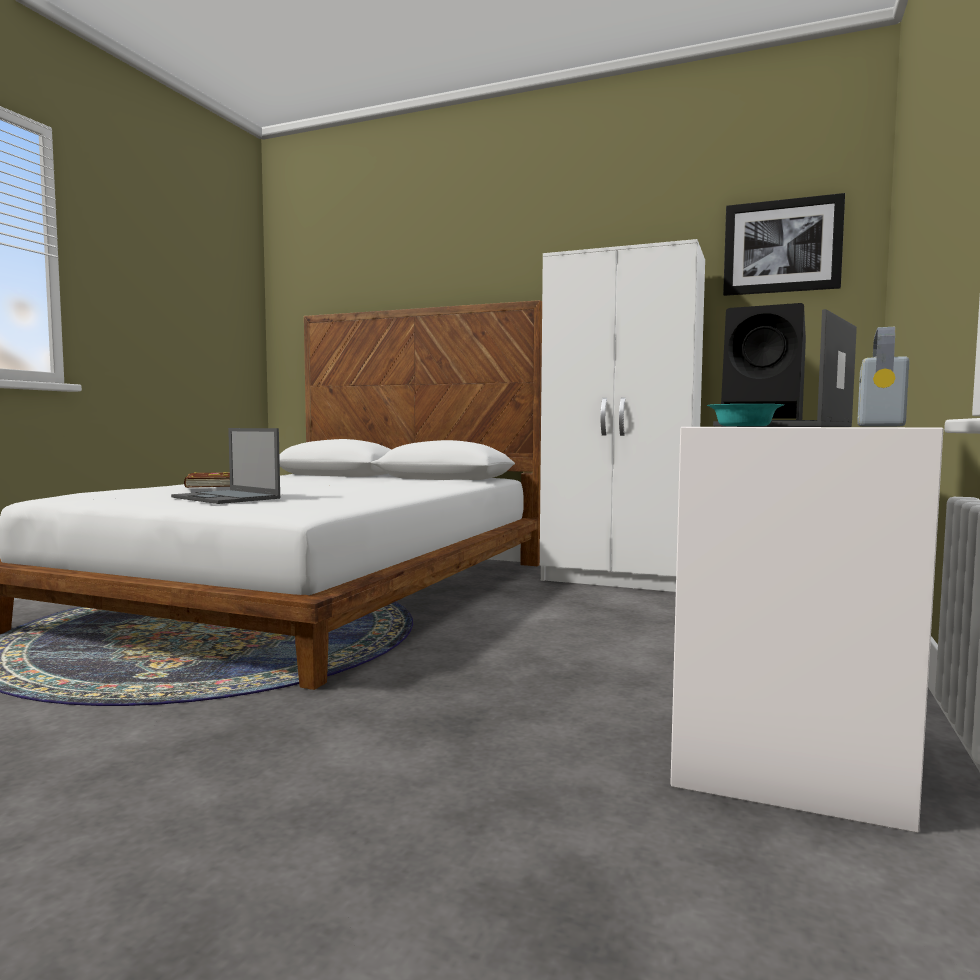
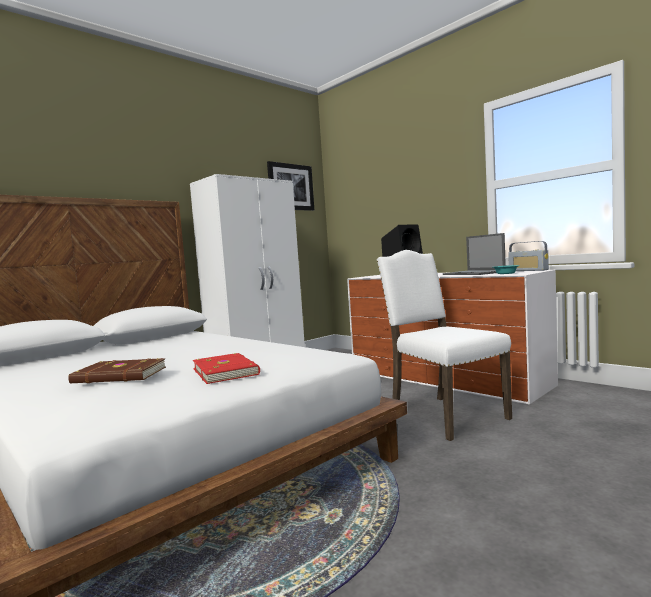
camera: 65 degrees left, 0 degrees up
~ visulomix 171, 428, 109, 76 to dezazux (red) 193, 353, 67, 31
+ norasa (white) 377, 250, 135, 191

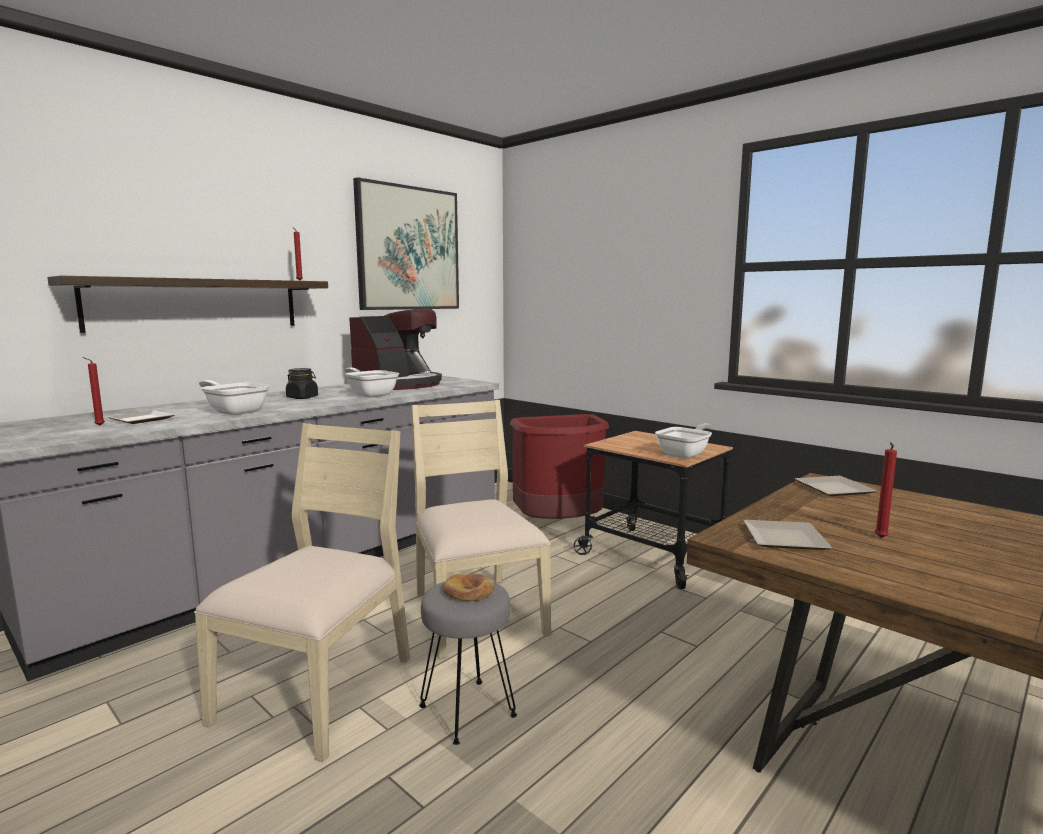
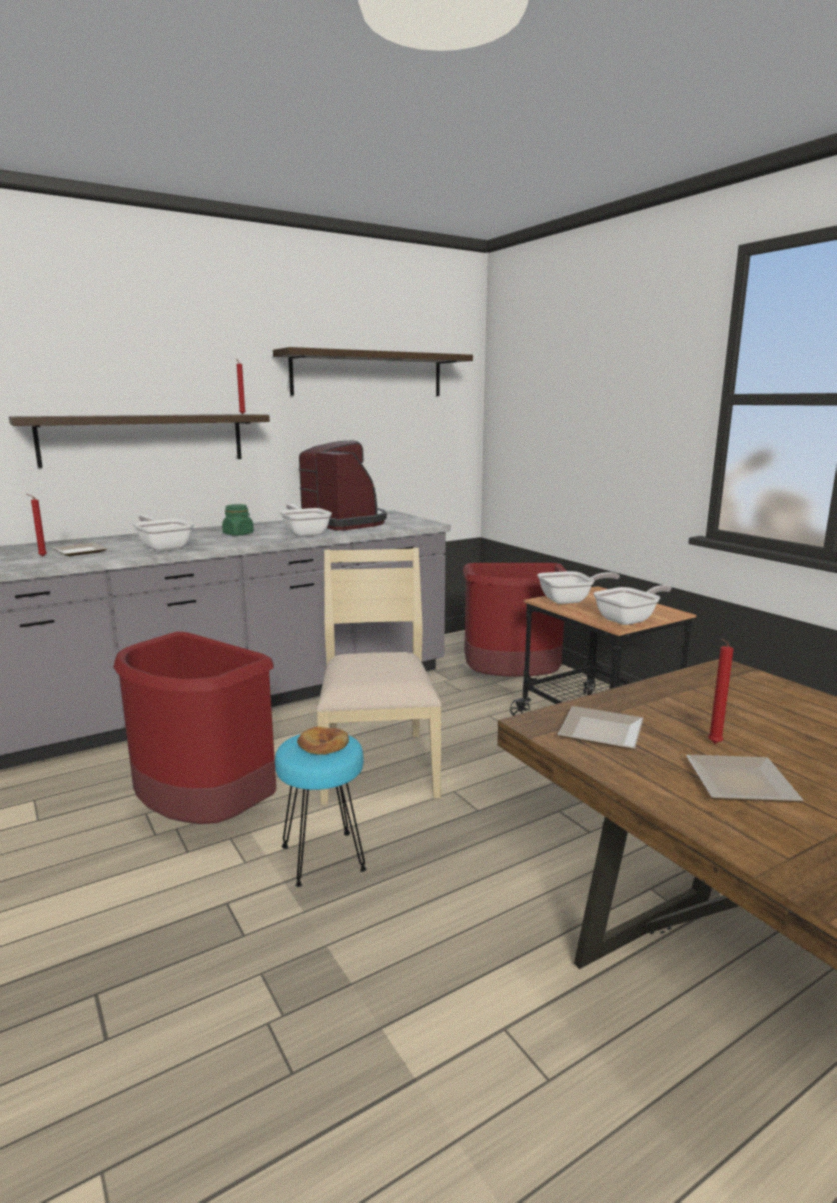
camera: 15 degrees right, 5 degrees up
~ norasa (beige) 194, 423, 216, 339 to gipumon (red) 113, 632, 163, 192
~ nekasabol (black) 286, 368, 32, 31 to nekasabol (green) 222, 504, 32, 32
~ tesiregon 349, 309, 93, 81 = 299, 441, 88, 90 90 degrees counterclockwise
~ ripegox 353, 177, 106, 133 to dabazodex 273, 347, 200, 49
~ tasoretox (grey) 419, 582, 98, 163 to tasoretox (turquoise) 275, 734, 92, 153
~ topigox 795, 476, 82, 20 to 686, 755, 118, 47
+ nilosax 537, 571, 83, 33

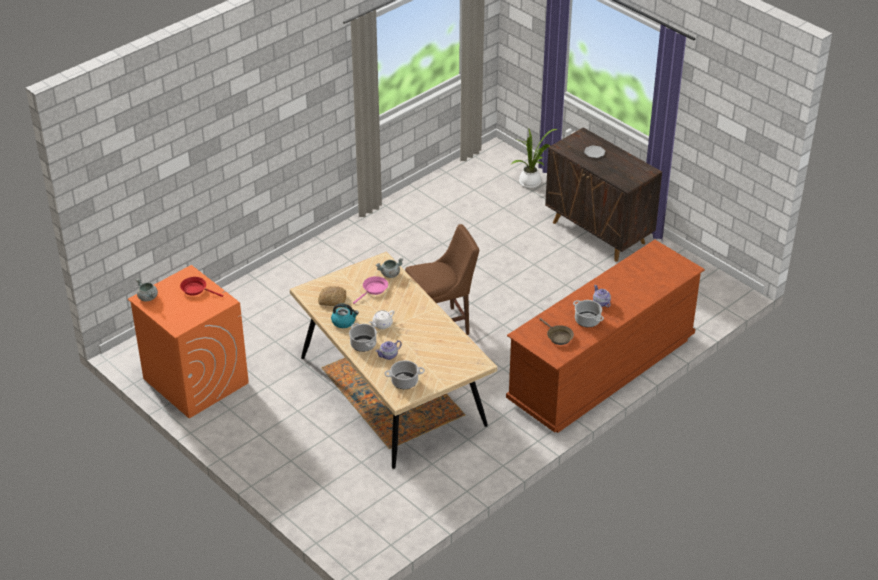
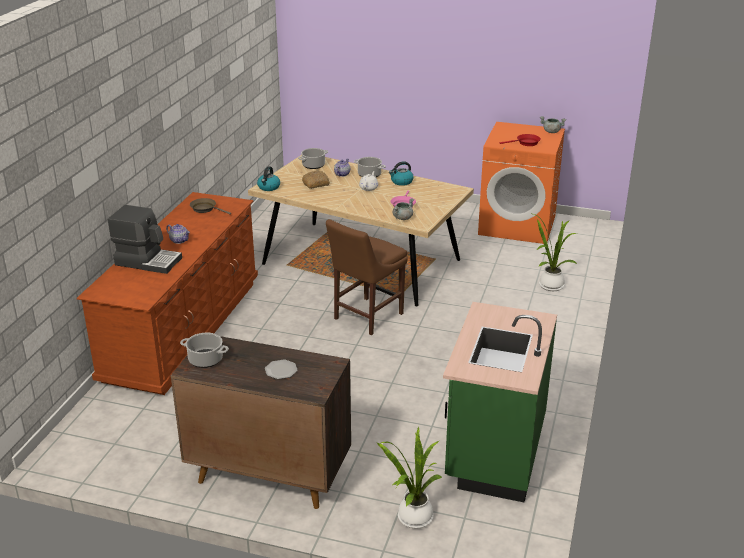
camera: 150 degrees right, 10 degrees down
~ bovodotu 318, 286, 28, 20 to 302, 171, 28, 18
~ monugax 573, 300, 31, 27 to 180, 333, 49, 35
+ tesiregon 108, 205, 74, 69
+ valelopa 257, 166, 23, 25
+ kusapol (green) 443, 302, 114, 200
+ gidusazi 530, 213, 47, 78

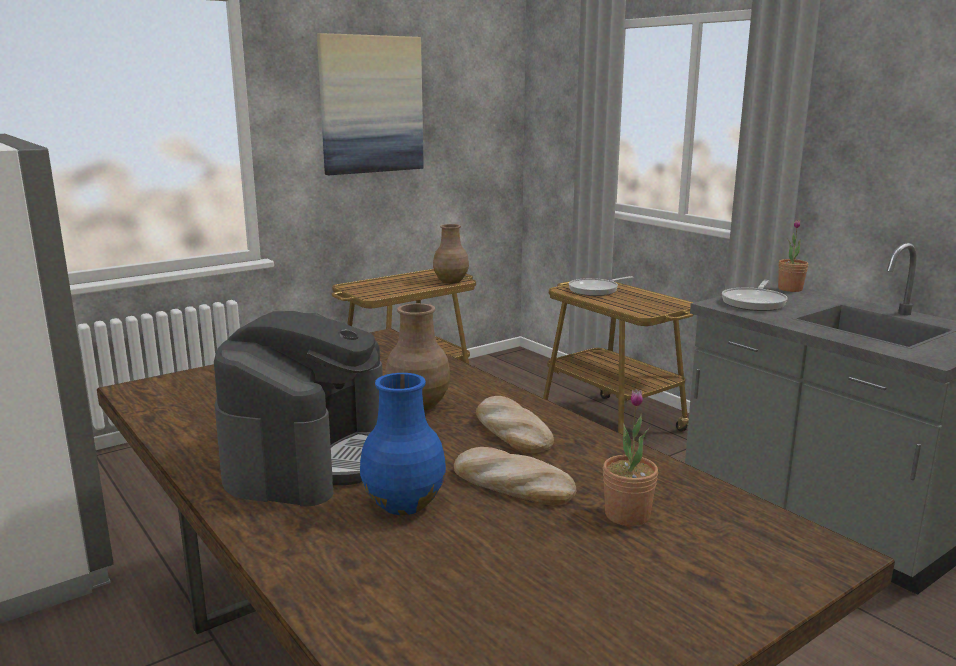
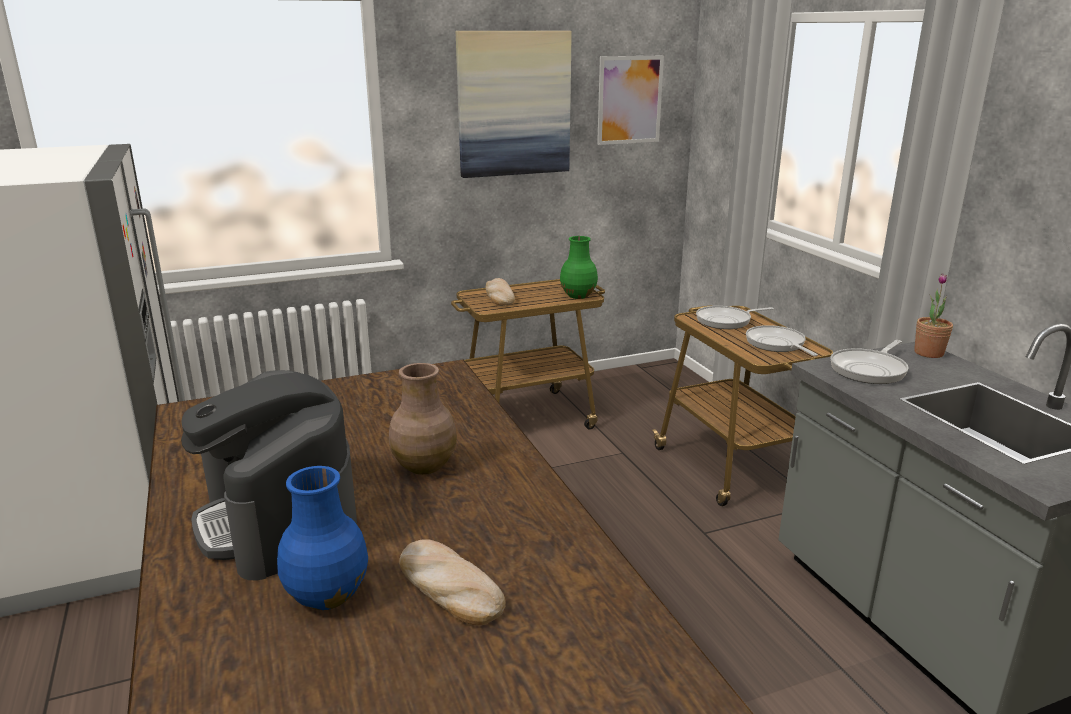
camera: 15 degrees right, 5 degrees up
~ tesiregon 214, 311, 169, 196 = 181, 370, 176, 210 120 degrees clockwise
~ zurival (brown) 433, 224, 36, 60 to zurival (green) 560, 236, 38, 63
~ bovodotu 476, 396, 78, 57 to 486, 278, 29, 27
- gidusazi 603, 389, 55, 137
+ ripegox 597, 56, 67, 89
+ nilosax 746, 325, 72, 31

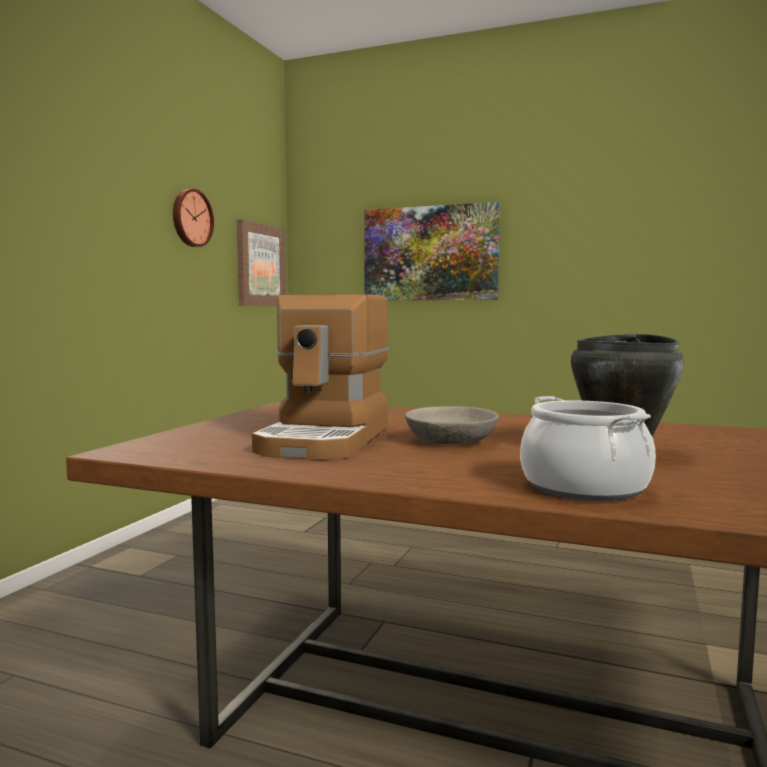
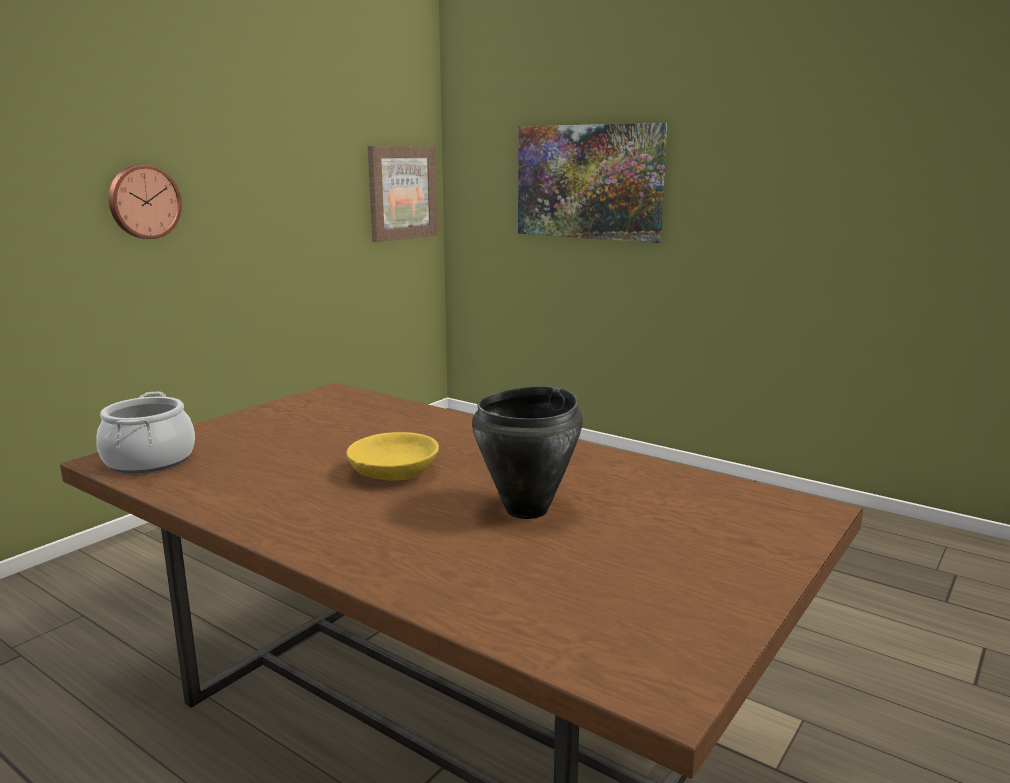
camera: 15 degrees right, 10 degrees up
~ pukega 173, 189, 41, 58 to 109, 165, 73, 74
- tesiregon 252, 294, 137, 166
~ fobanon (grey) 405, 406, 94, 38 to fobanon (yellow) 346, 432, 93, 49
~ monugax 520, 396, 136, 105 to 96, 392, 99, 81

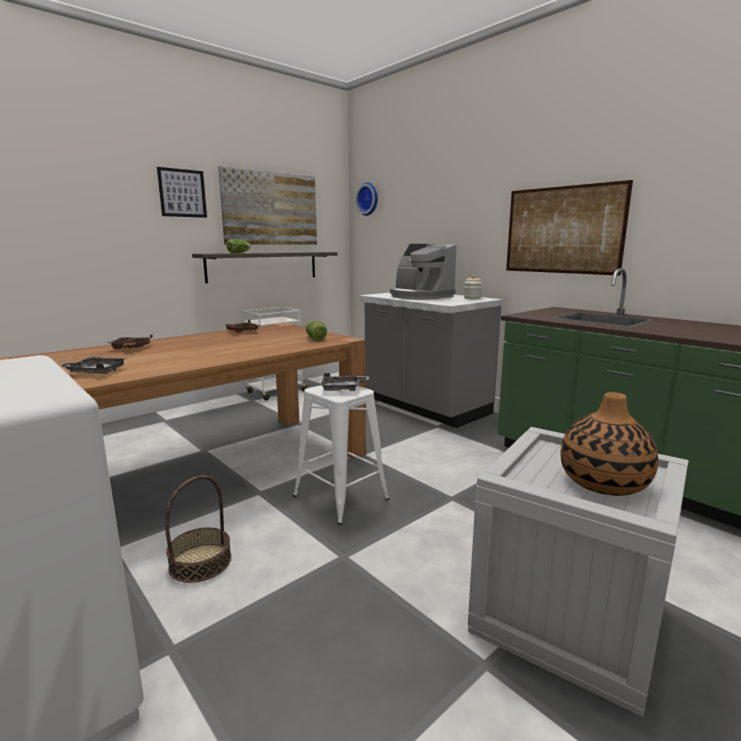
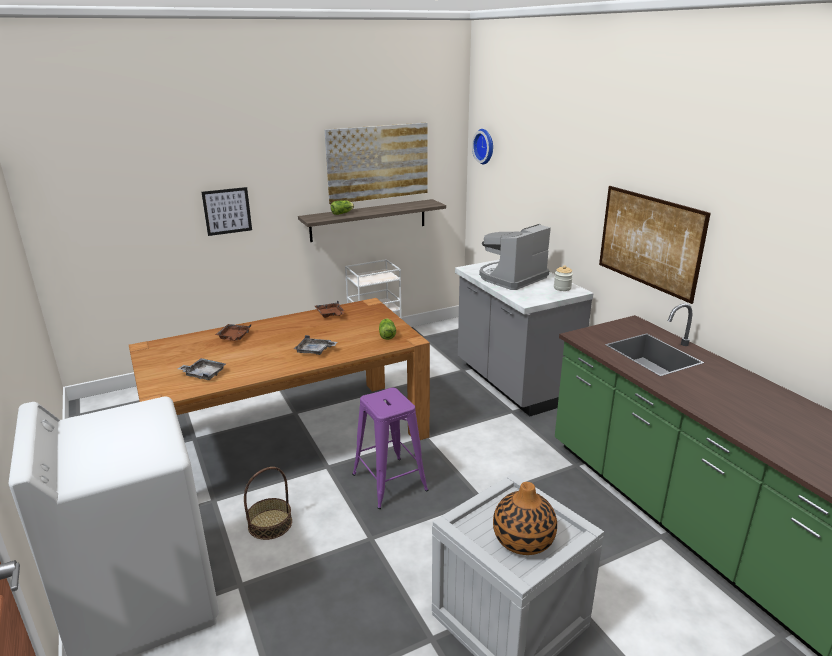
camera: 15 degrees right, 10 degrees up
~ ripegox 157, 167, 50, 51 to 201, 187, 51, 49
~ tasoretox (white) 293, 386, 97, 139 to tasoretox (purple) 352, 388, 76, 121
~ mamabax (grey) 320, 373, 49, 18 to 294, 335, 43, 20
~ tesiregon 390, 244, 66, 56 = 479, 224, 72, 66 75 degrees clockwise

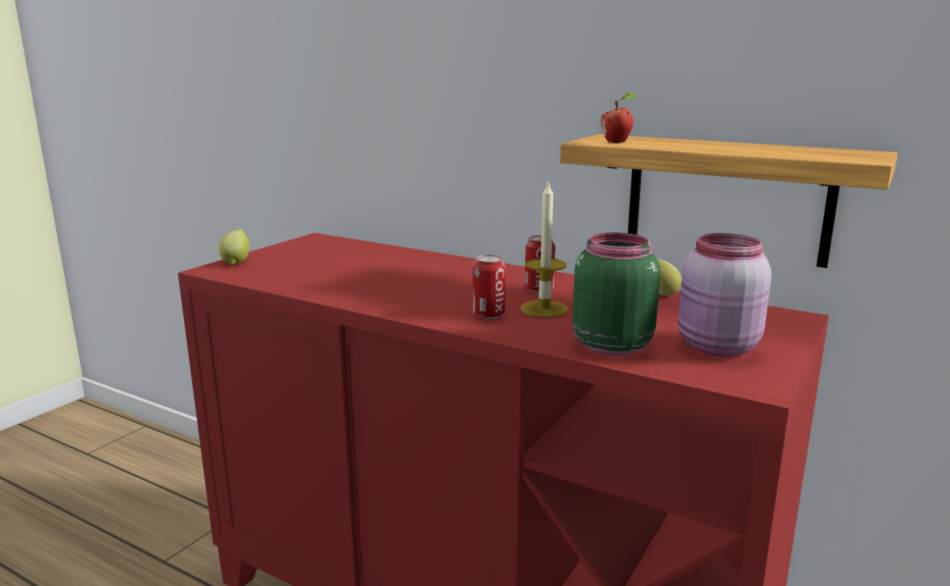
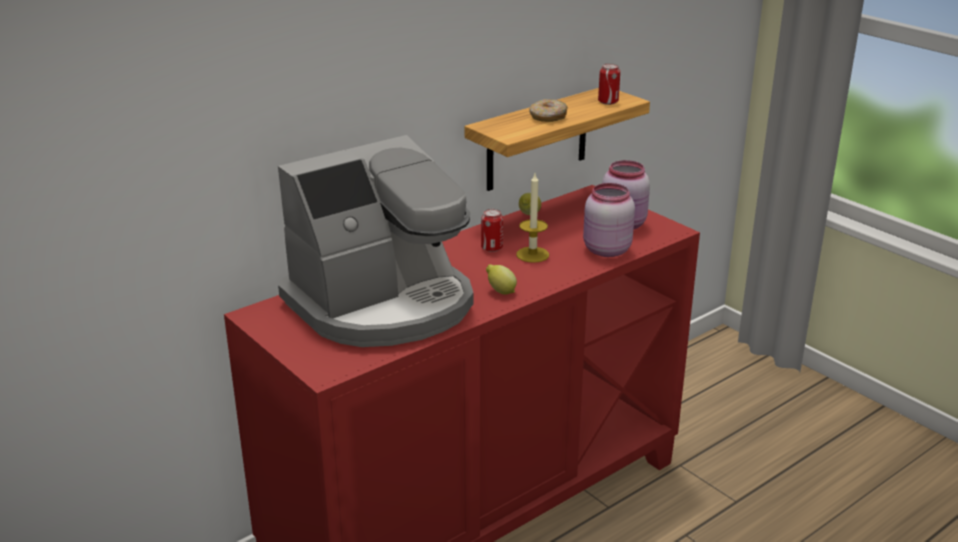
camera: 70 degrees left, 10 degrees up
~ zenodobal 219, 229, 30, 36 to 486, 264, 31, 31
~ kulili 473, 255, 32, 64 to 598, 63, 22, 42
~ nekasabol (green) 572, 233, 88, 123 to nekasabol (pink) 583, 183, 52, 74
- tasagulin 601, 93, 36, 50
+ tesiregon 278, 135, 196, 212
+ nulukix 529, 99, 39, 23

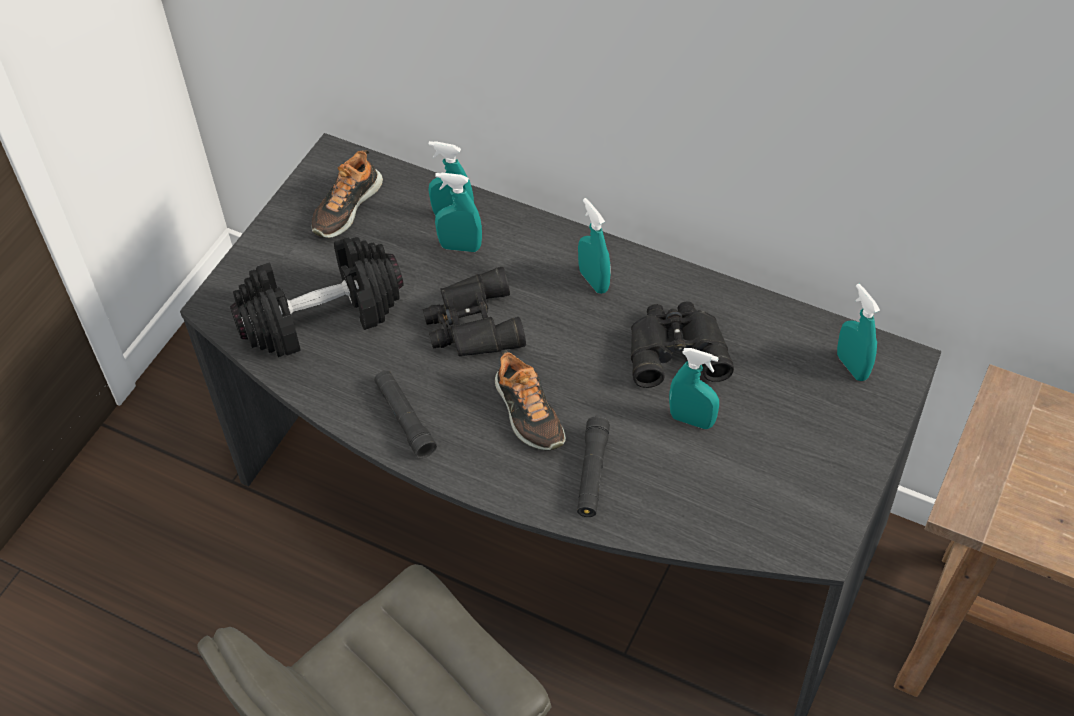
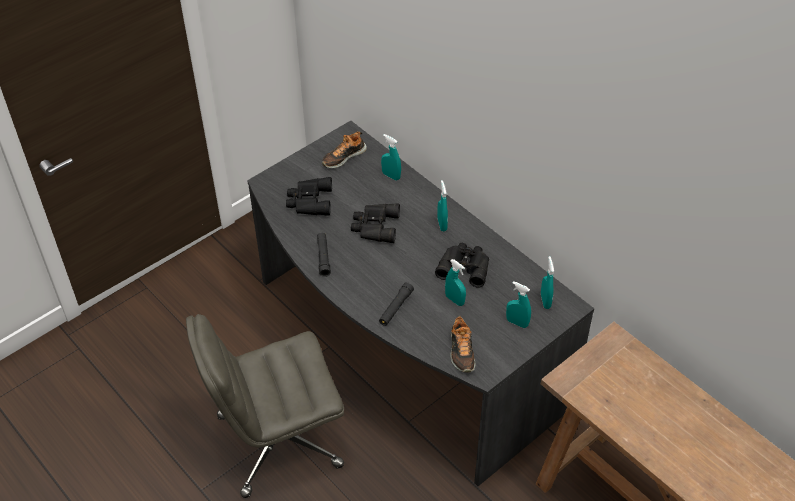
camera: 20 degrees right, 5 degrees down
~ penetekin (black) 230, 237, 173, 120 to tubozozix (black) 286, 177, 46, 39
~ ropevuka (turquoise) 435, 173, 47, 79 to 506, 281, 25, 47
~ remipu 495, 350, 71, 101 to 450, 316, 25, 57

